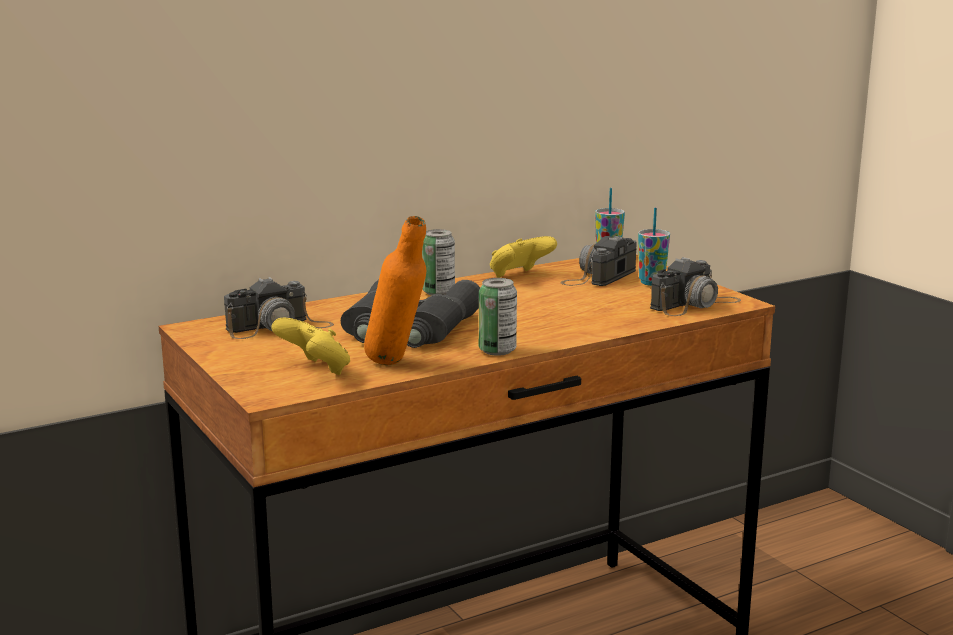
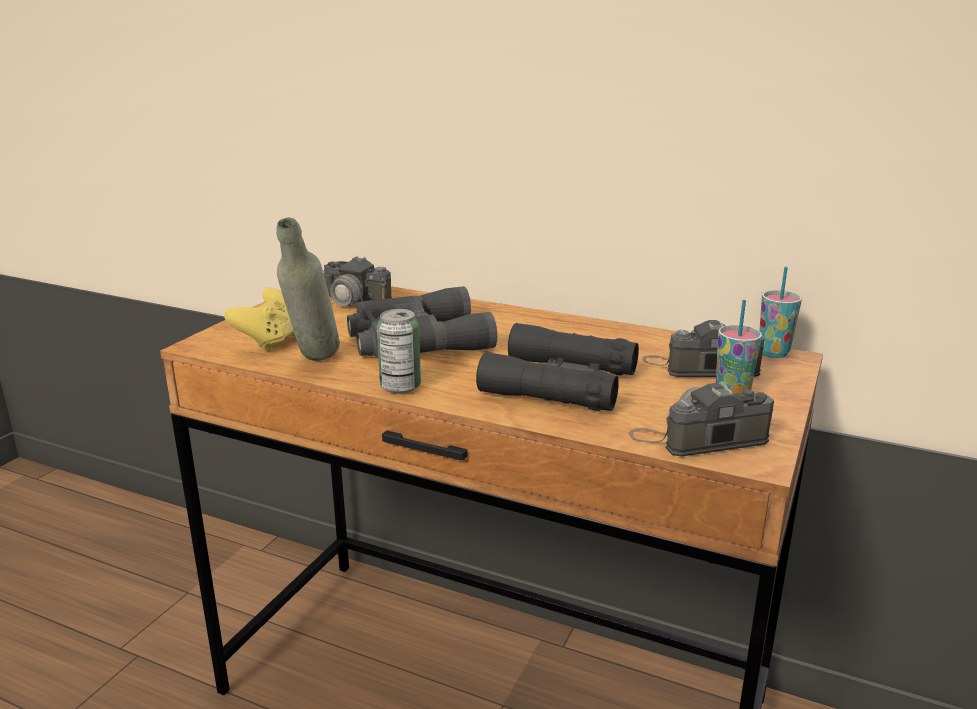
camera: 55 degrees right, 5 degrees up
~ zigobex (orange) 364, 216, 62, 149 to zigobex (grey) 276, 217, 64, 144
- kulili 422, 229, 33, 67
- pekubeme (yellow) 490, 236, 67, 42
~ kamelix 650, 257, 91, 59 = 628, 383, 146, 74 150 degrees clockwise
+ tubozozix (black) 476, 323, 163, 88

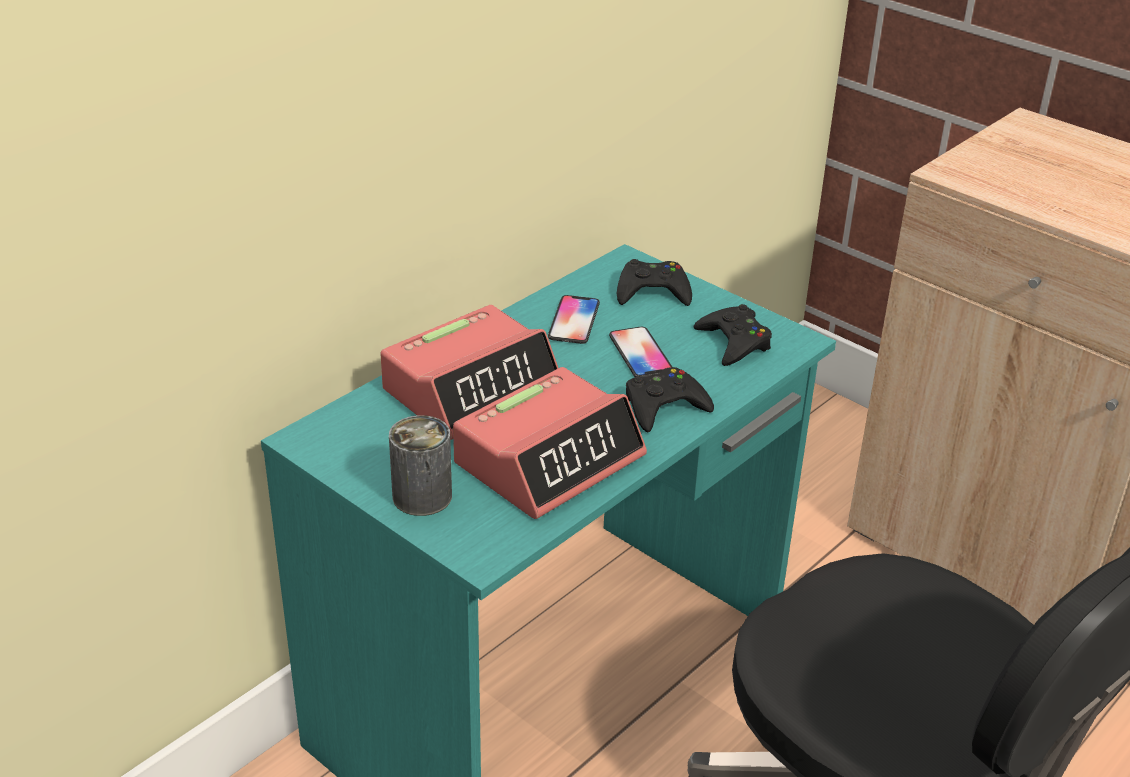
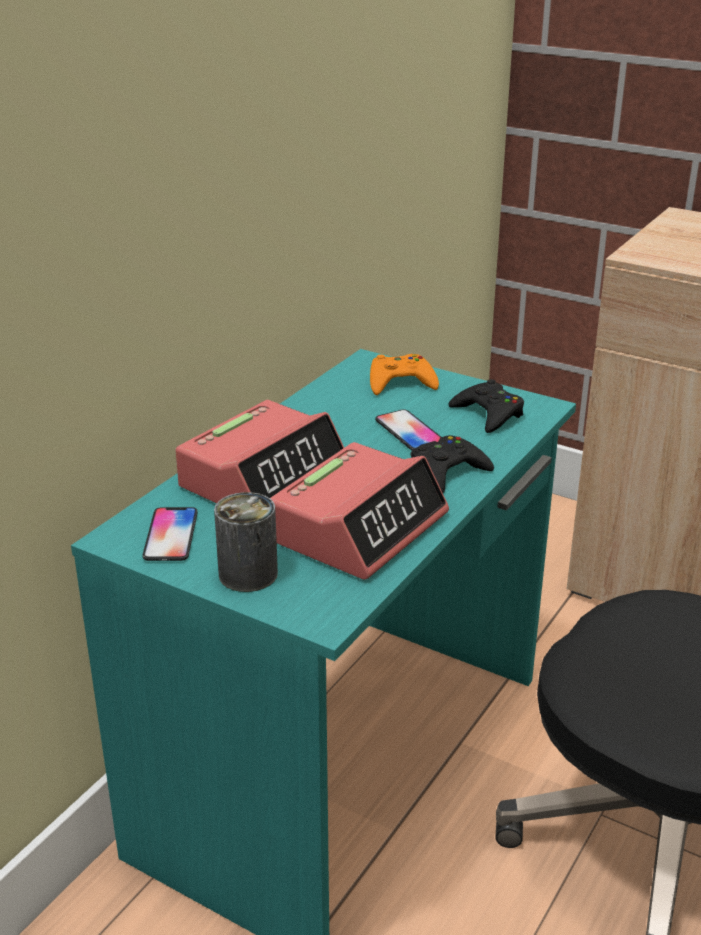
camera: 10 degrees left, 5 degrees down
~ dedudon 548, 295, 52, 49 to 142, 507, 56, 54
~ pekubeme (black) 617, 259, 75, 47 to pekubeme (orange) 370, 354, 69, 41

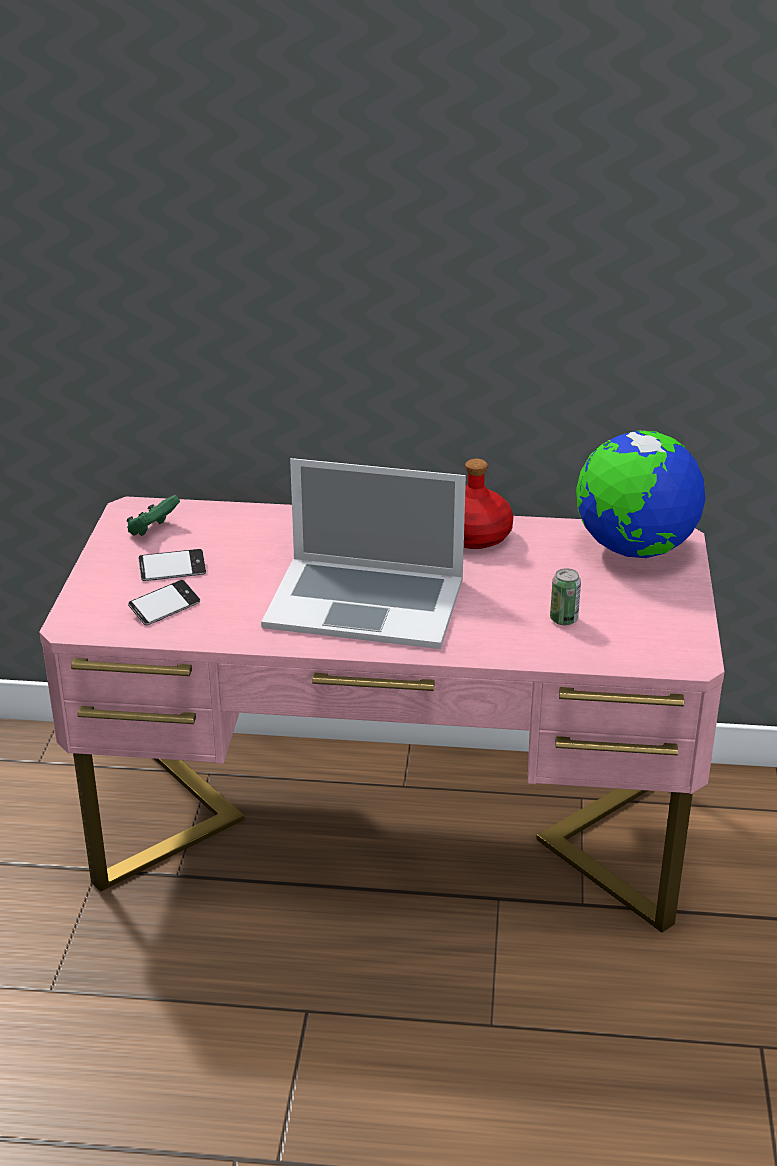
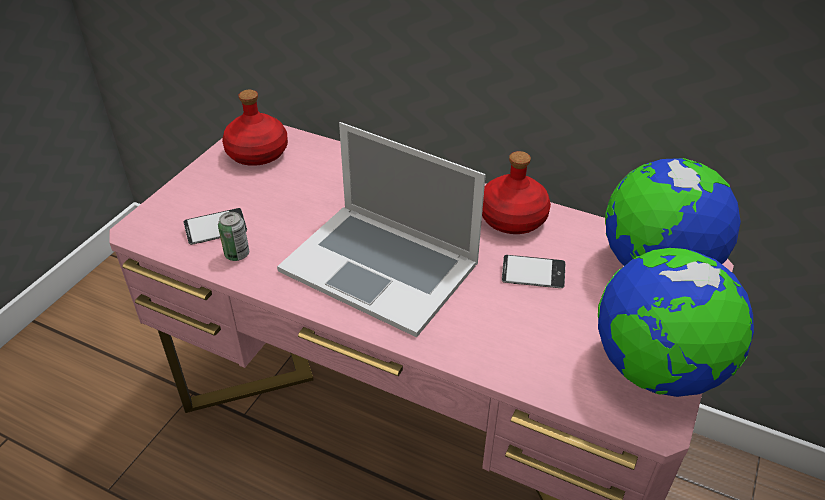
camera: 20 degrees right, 10 degrees up
~ pekubeme (green) 127, 495, 53, 41 to zigobex (red) 222, 90, 66, 76
~ dedudon 139, 549, 67, 32 to 502, 255, 64, 33
~ kulili 550, 568, 31, 57 to 218, 212, 31, 49
+ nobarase 598, 248, 156, 149

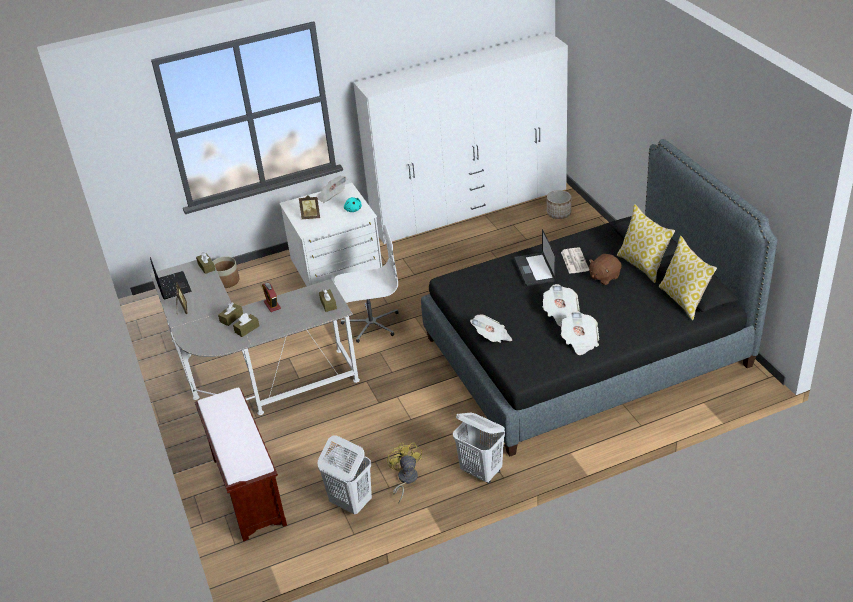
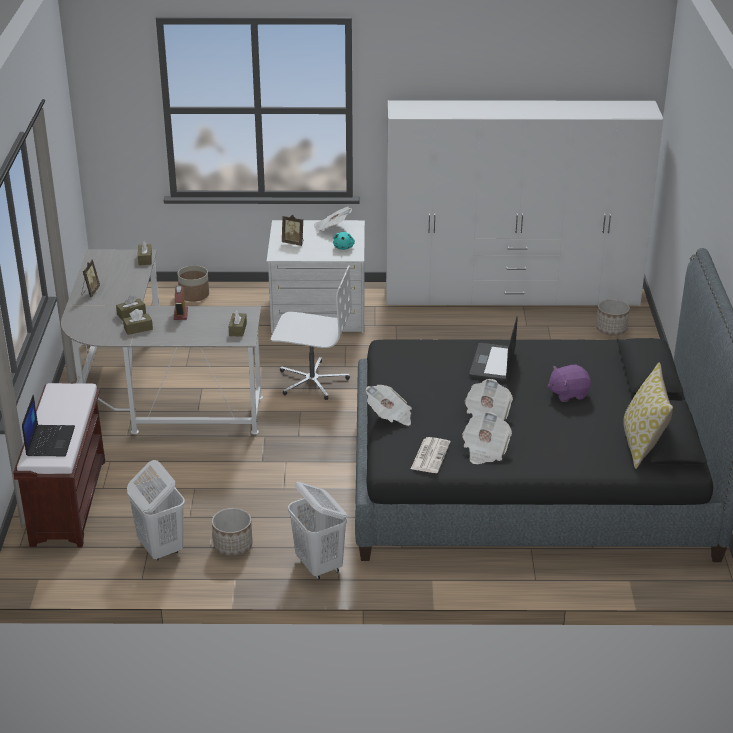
camera: 20 degrees right, 5 degrees down
~ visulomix 150, 257, 42, 42 to 22, 395, 53, 61
~ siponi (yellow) 387, 442, 35, 61 to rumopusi 212, 508, 41, 48
~ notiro 561, 247, 28, 27 to 411, 437, 39, 36
~ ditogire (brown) 589, 254, 33, 31 to ditogire (purple) 547, 365, 44, 37
- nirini 617, 204, 58, 79

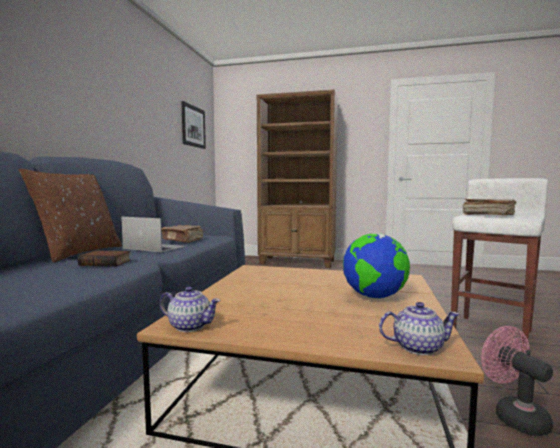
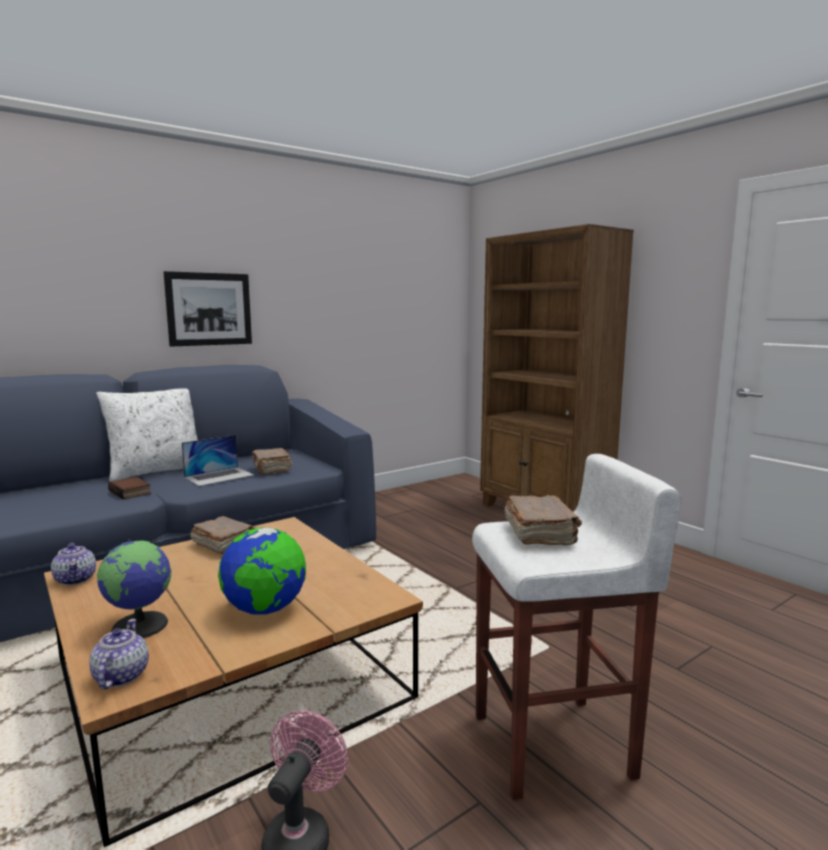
camera: 40 degrees right, 5 degrees up
~ nirini (brown) 19, 169, 103, 94 to nirini (white) 96, 388, 102, 94
~ visulomix 121, 217, 65, 35 = 182, 435, 72, 51 75 degrees clockwise
~ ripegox 181, 101, 25, 48 to 164, 271, 88, 76
~ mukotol 379, 302, 81, 53 = 89, 619, 60, 71 135 degrees counterclockwise
+ nobarase 97, 539, 74, 99
+ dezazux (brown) 190, 516, 65, 38

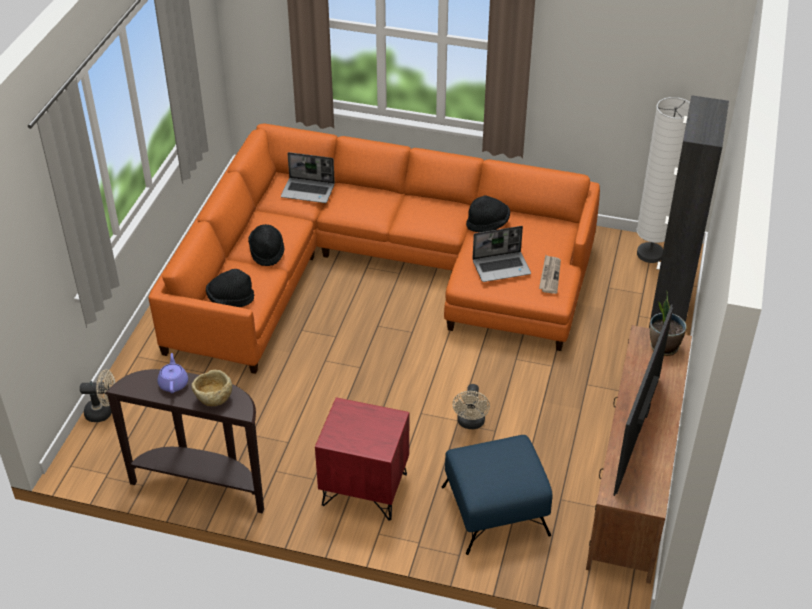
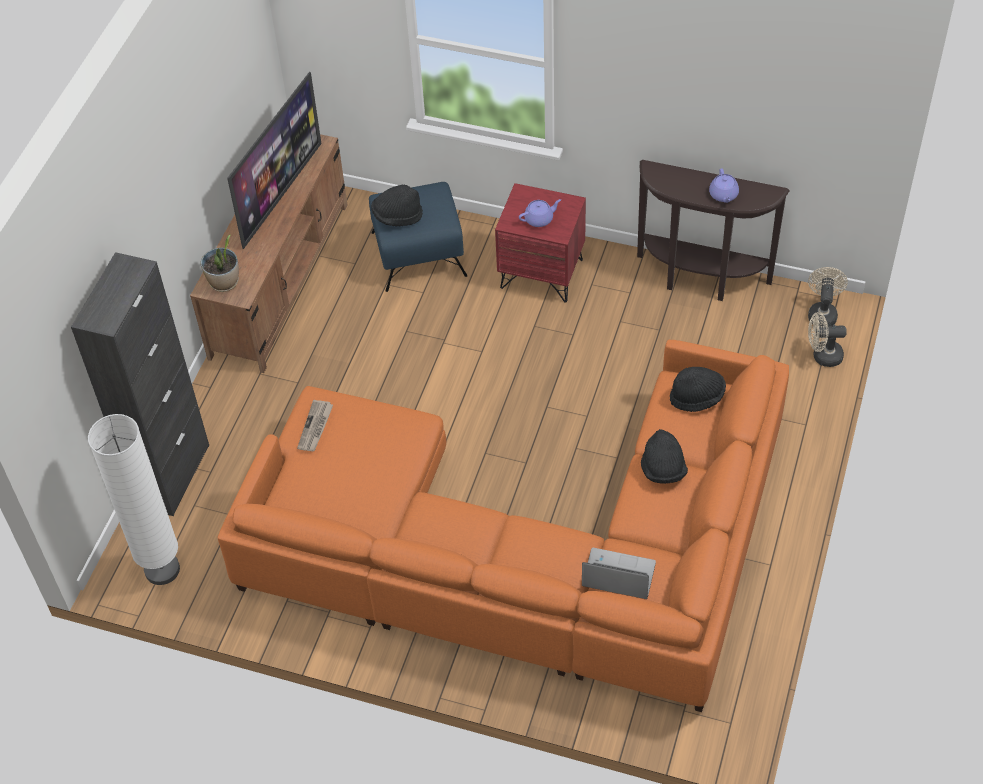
camera: 175 degrees left, 10 degrees up
- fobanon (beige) 191, 370, 41, 36
~ siponi (beige) 452, 384, 38, 45 to 808, 267, 40, 59
~ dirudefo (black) 466, 196, 44, 36 to 371, 185, 52, 41
- visulomix 472, 226, 59, 56
+ mukotol (purple) 519, 199, 42, 28

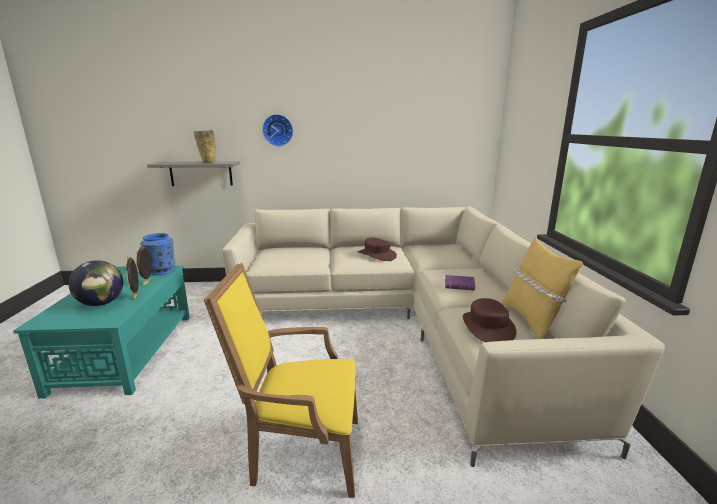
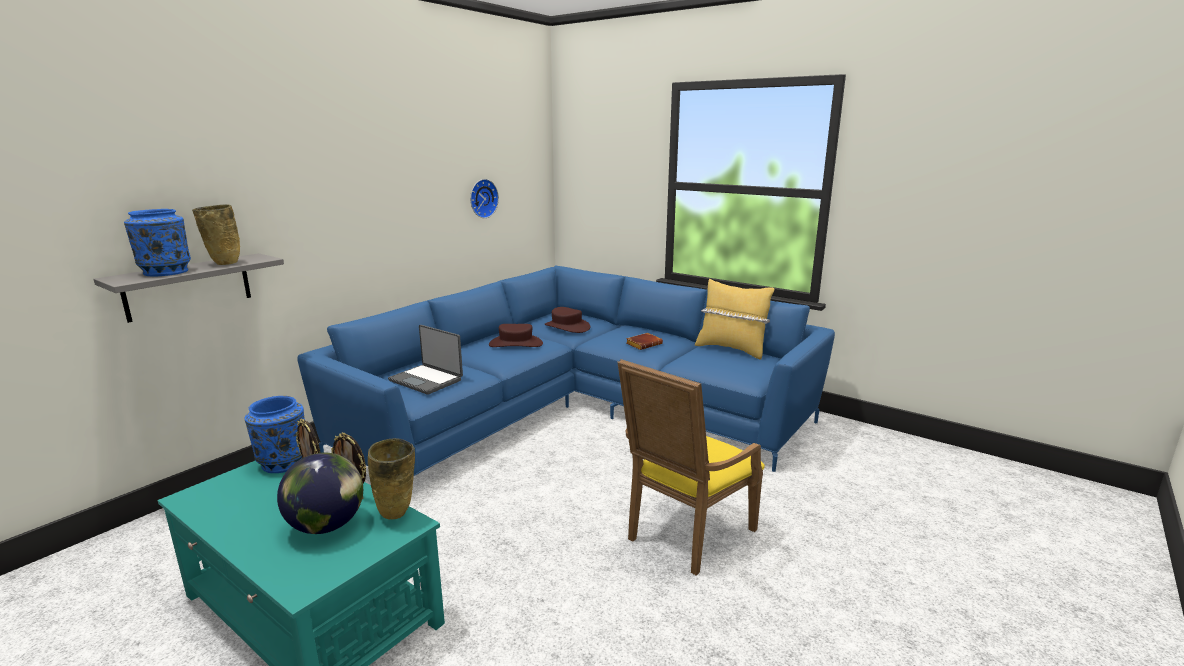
camera: 50 degrees left, 0 degrees up
~ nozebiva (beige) 222, 207, 443, 260 to nozebiva (blue) 298, 265, 537, 211
~ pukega 262, 114, 31, 32 to 470, 179, 29, 39
~ dezazux (purple) 445, 275, 30, 16 to dezazux (brown) 626, 333, 37, 17
~ dirudefo (brown) 463, 298, 54, 44 to 545, 307, 45, 26
+ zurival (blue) 124, 209, 67, 67
+ zurival (beige) 368, 438, 47, 81
+ visulomix 388, 325, 75, 70

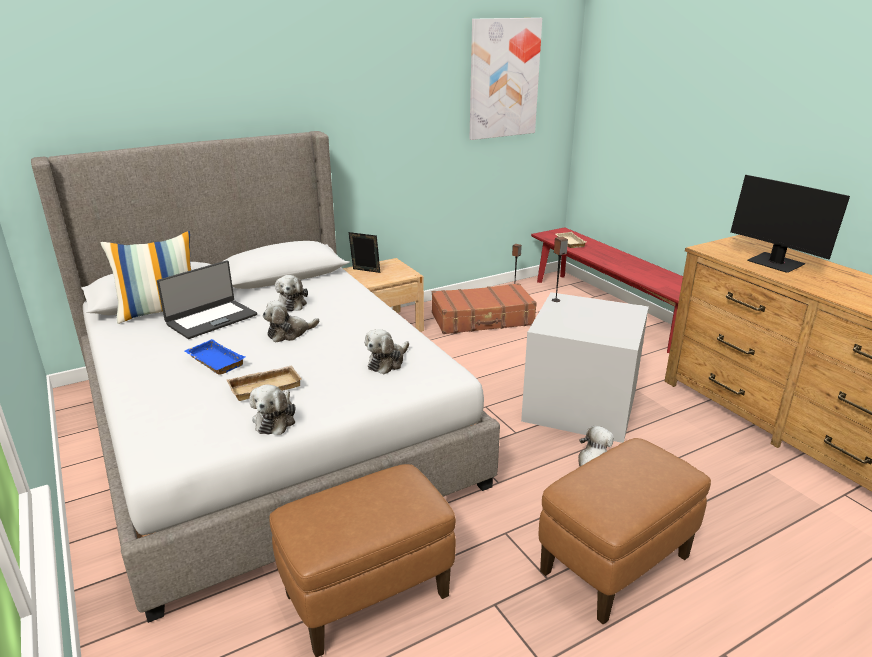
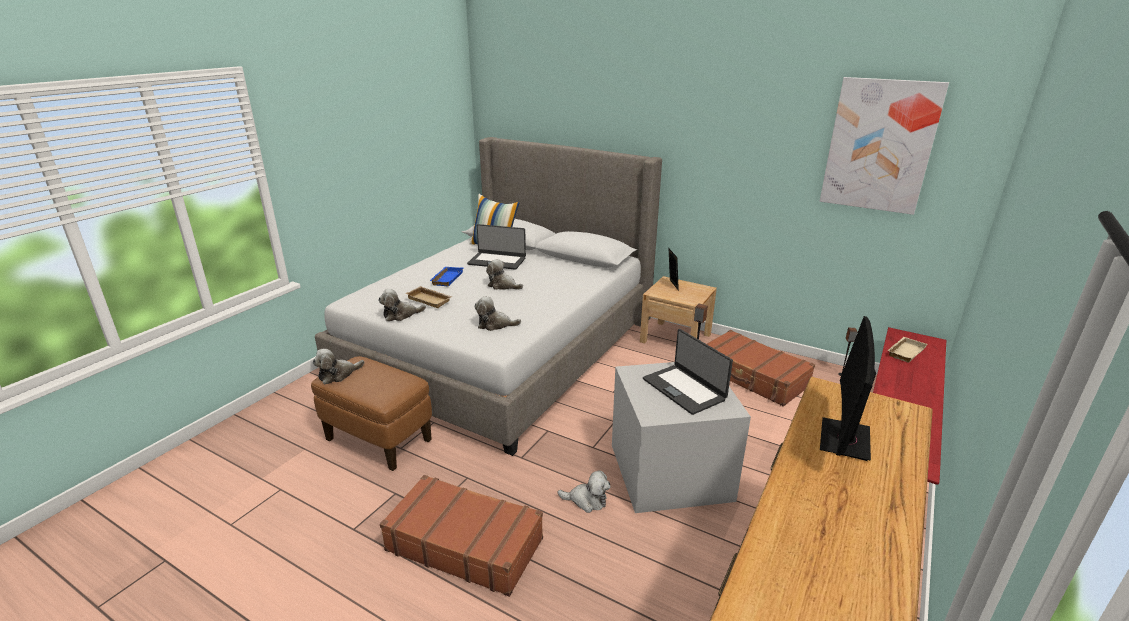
camera: 60 degrees right, 0 degrees up
~ ditogire 275, 275, 33, 36 to 313, 349, 52, 35
~ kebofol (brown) 539, 438, 172, 187 to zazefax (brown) 380, 475, 163, 122
+ visulomix 643, 329, 90, 86

